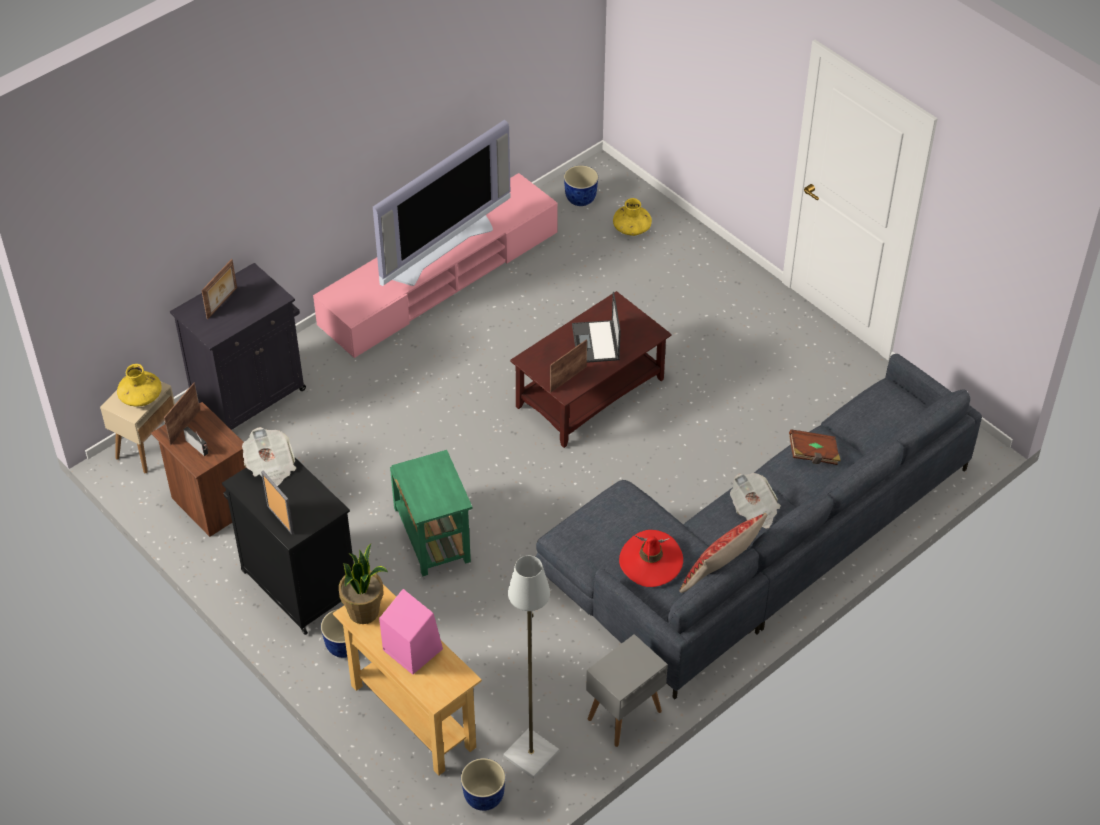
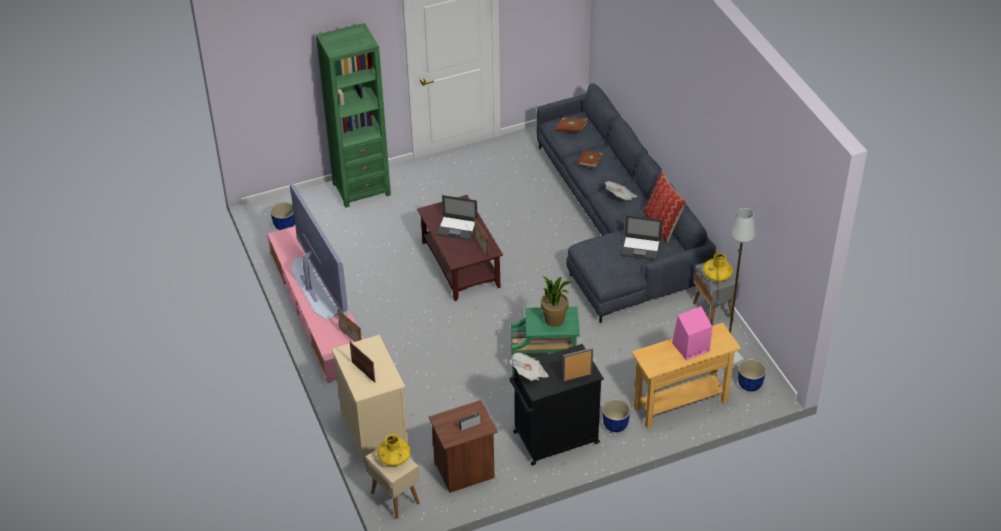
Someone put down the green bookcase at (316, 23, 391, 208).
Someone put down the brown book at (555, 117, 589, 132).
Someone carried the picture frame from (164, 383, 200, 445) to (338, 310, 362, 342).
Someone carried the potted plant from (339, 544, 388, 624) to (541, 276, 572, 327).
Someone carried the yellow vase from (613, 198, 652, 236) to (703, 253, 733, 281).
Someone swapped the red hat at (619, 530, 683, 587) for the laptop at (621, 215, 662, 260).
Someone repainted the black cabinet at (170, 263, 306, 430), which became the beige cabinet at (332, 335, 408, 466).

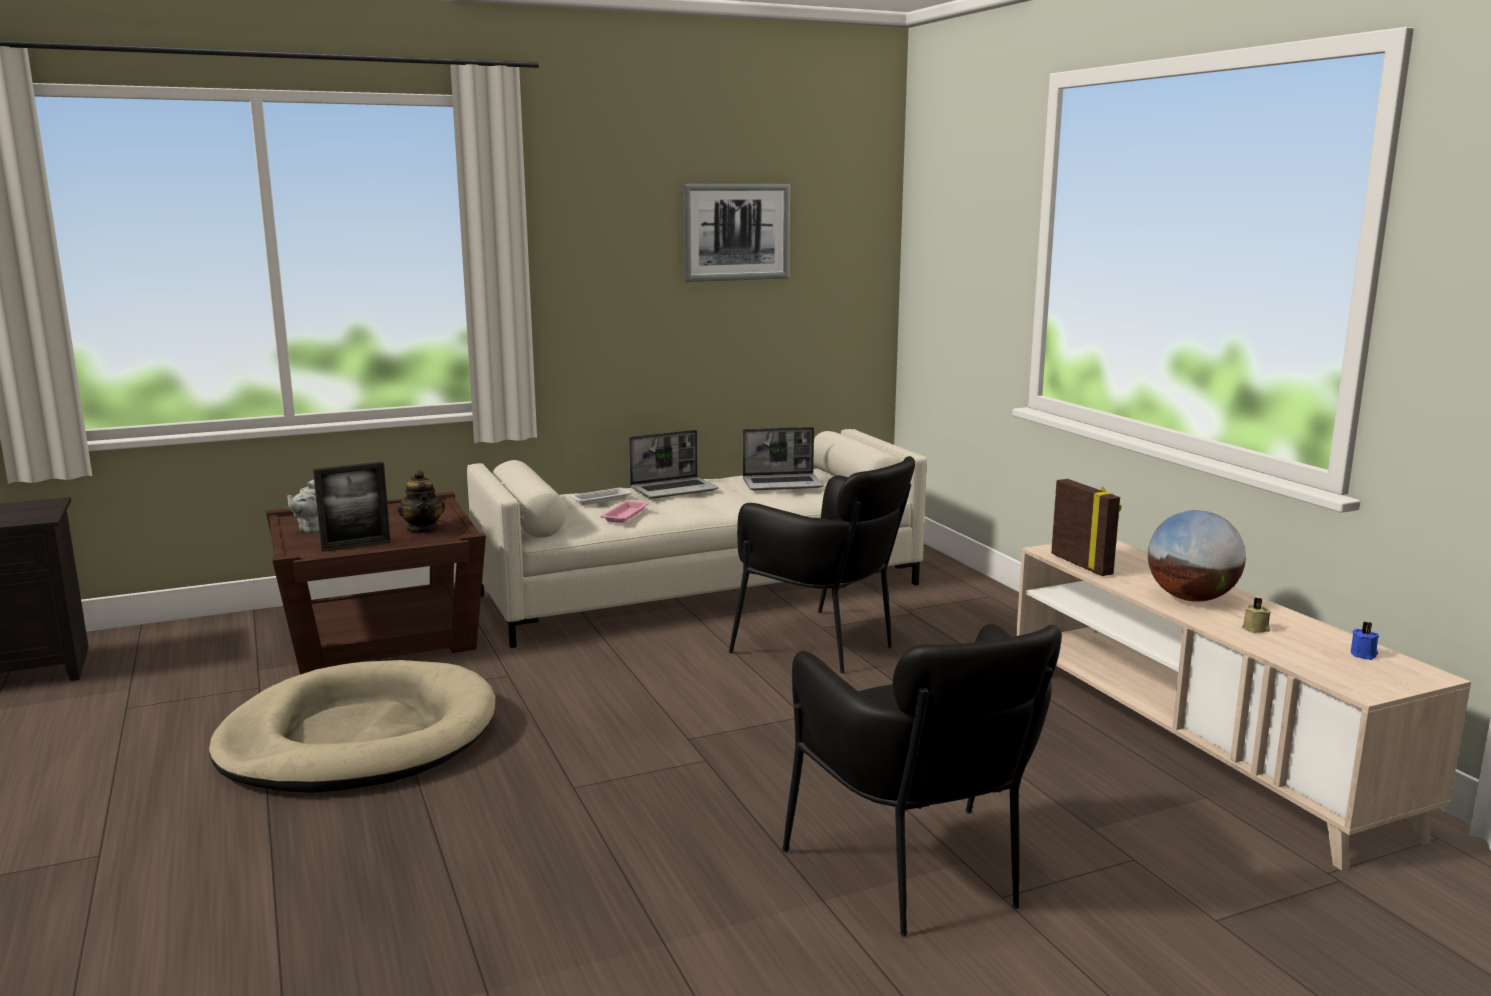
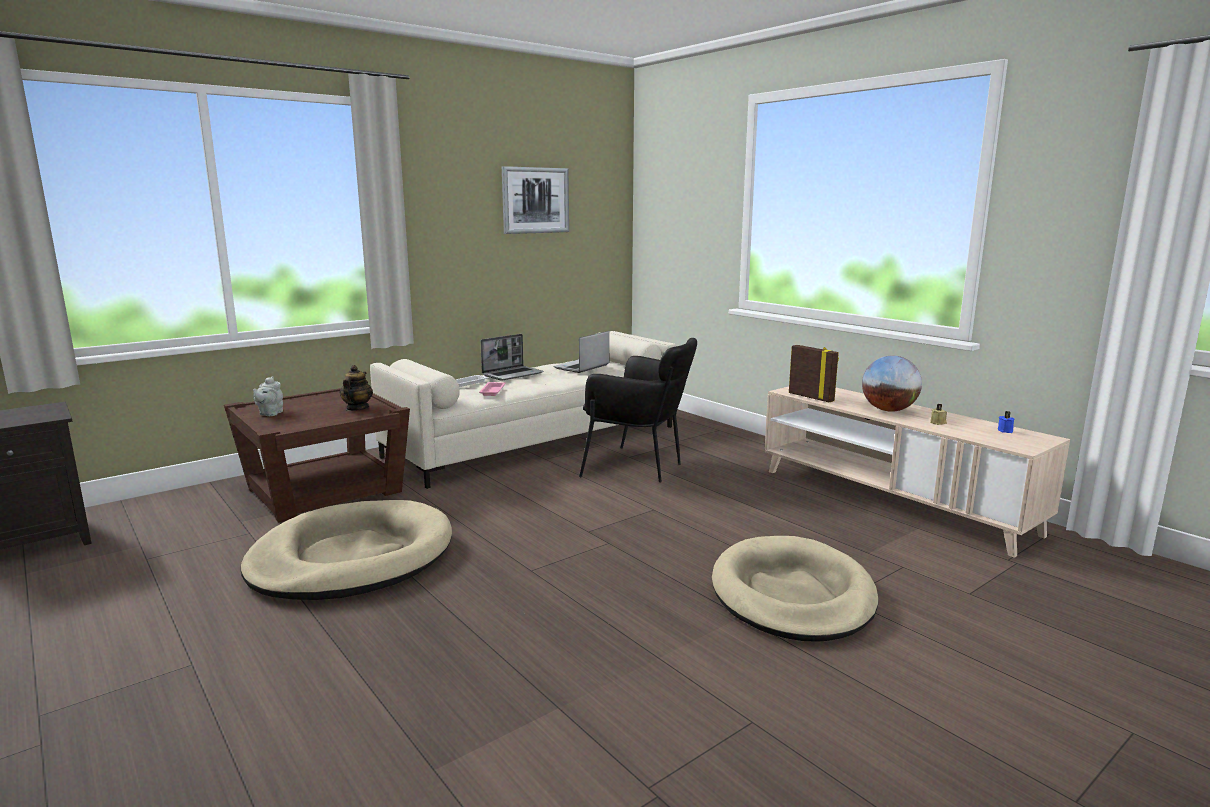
Someone took away the picture frame at (313, 461, 391, 552).
Someone swapped the black armchair at (782, 624, 1062, 937) for the beige dog bed at (712, 536, 878, 642).
Someone rotated the teapot at (397, 470, 445, 533) by 135 degrees counterclockwise.
Someone rotated the laptop at (743, 427, 823, 490) by 150 degrees clockwise.

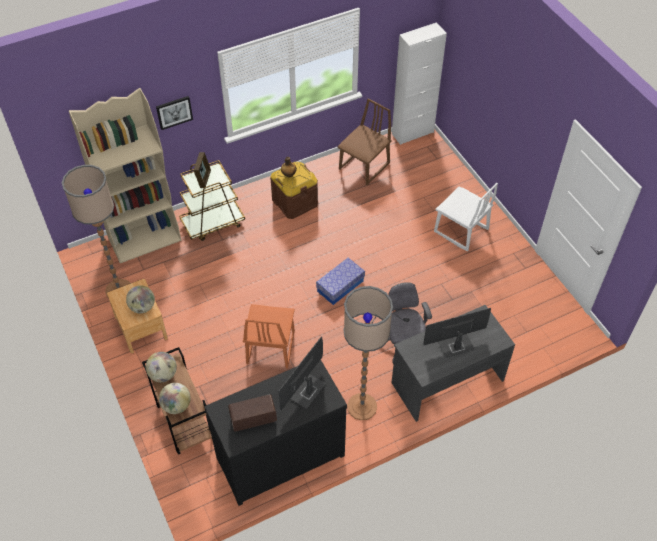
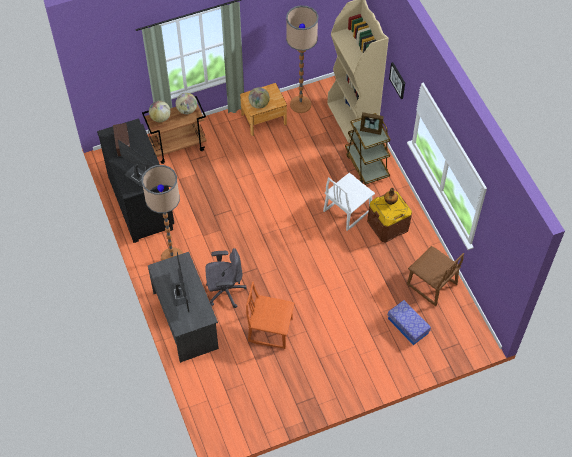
Someone took away the white cabinet at (392, 22, 447, 145).
Someone carried the orange chair from (243, 304, 295, 368) to (246, 282, 294, 349).
Someone carried the storage box from (316, 258, 365, 305) to (388, 300, 431, 345).
Someone carried the white chair from (434, 183, 498, 252) to (323, 173, 375, 231).

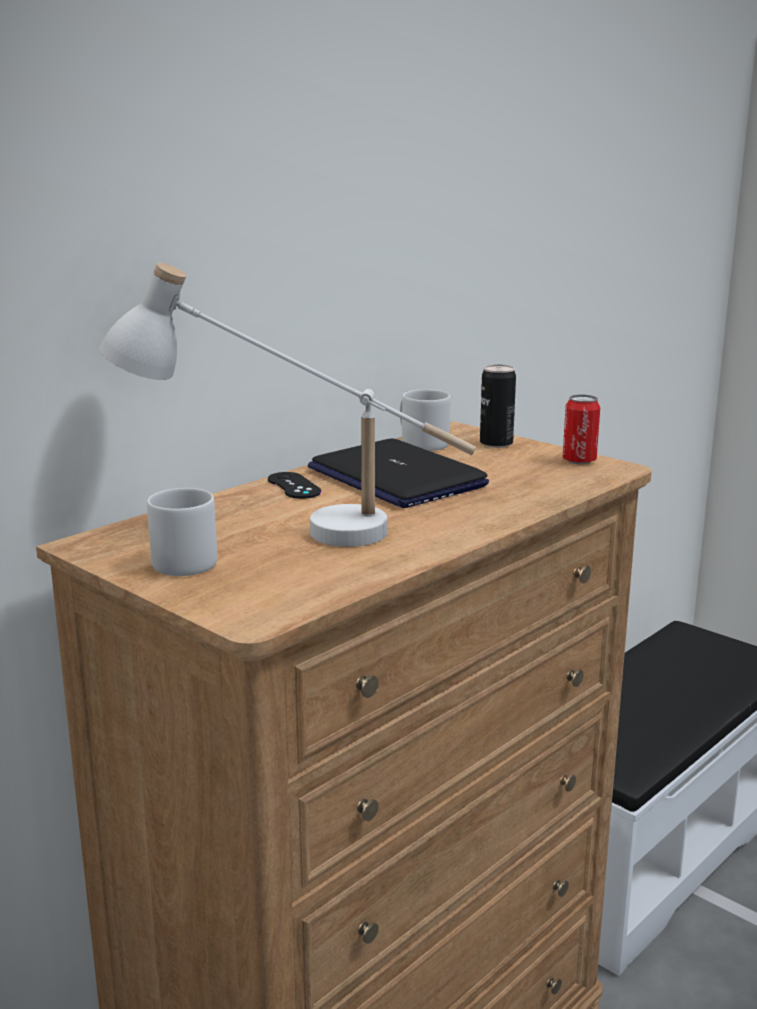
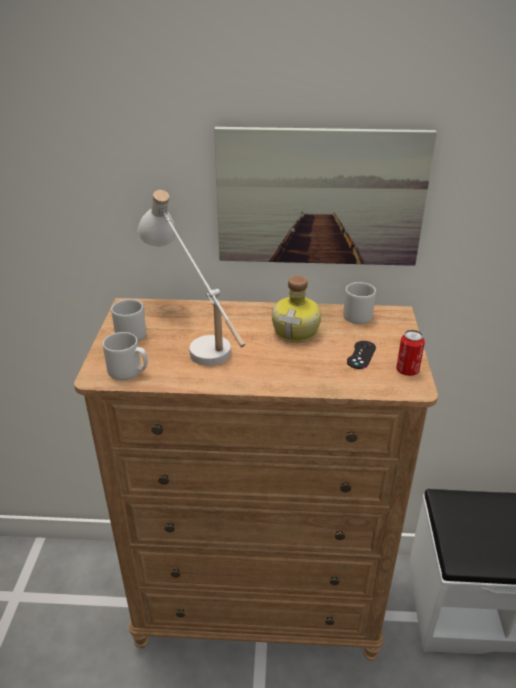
Someone took away the can at (480, 364, 516, 448).
Someone put down the grey mug at (103, 332, 148, 380).
Someone put up the picture at (214, 127, 437, 266).
Someone carried the black game controller from (268, 472, 321, 499) to (347, 341, 376, 369).
Someone swapped the laptop at (308, 438, 489, 508) for the bottle at (272, 276, 321, 342).

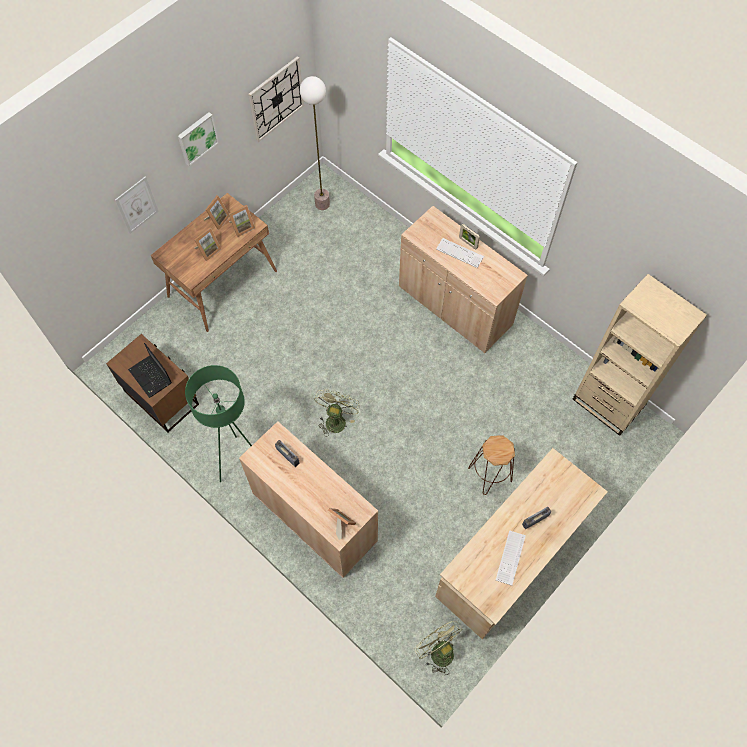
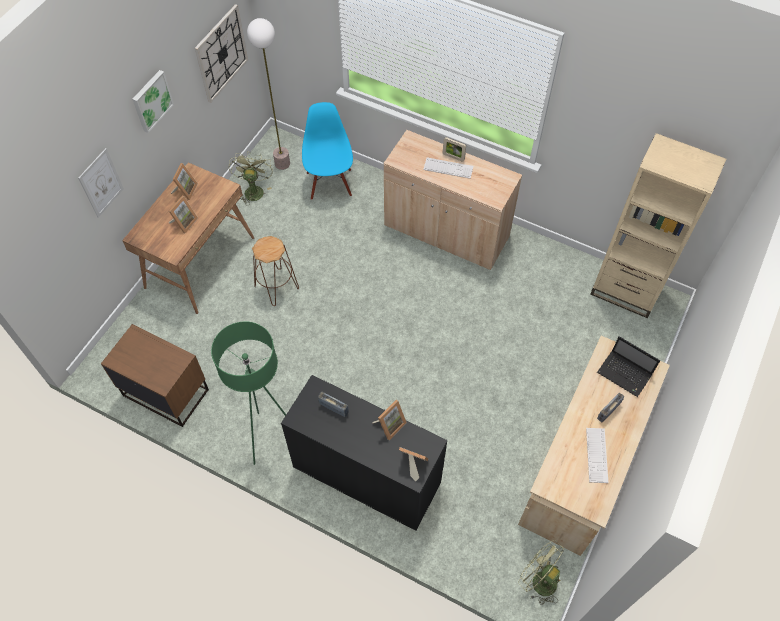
Someone put down the blue chair at (302, 102, 353, 200).
Someone carried the laptop from (128, 343, 172, 398) to (597, 336, 660, 397).
Someone carried the picture frame from (229, 205, 255, 237) to (372, 400, 407, 440).
Someone carried the green fan from (314, 389, 360, 437) to (229, 152, 273, 206).
Someone carried the brown stool from (468, 435, 515, 495) to (252, 236, 299, 306).
Someone repainted the beige cabinet at (239, 421, 378, 578), which became the black cabinet at (281, 375, 447, 531).

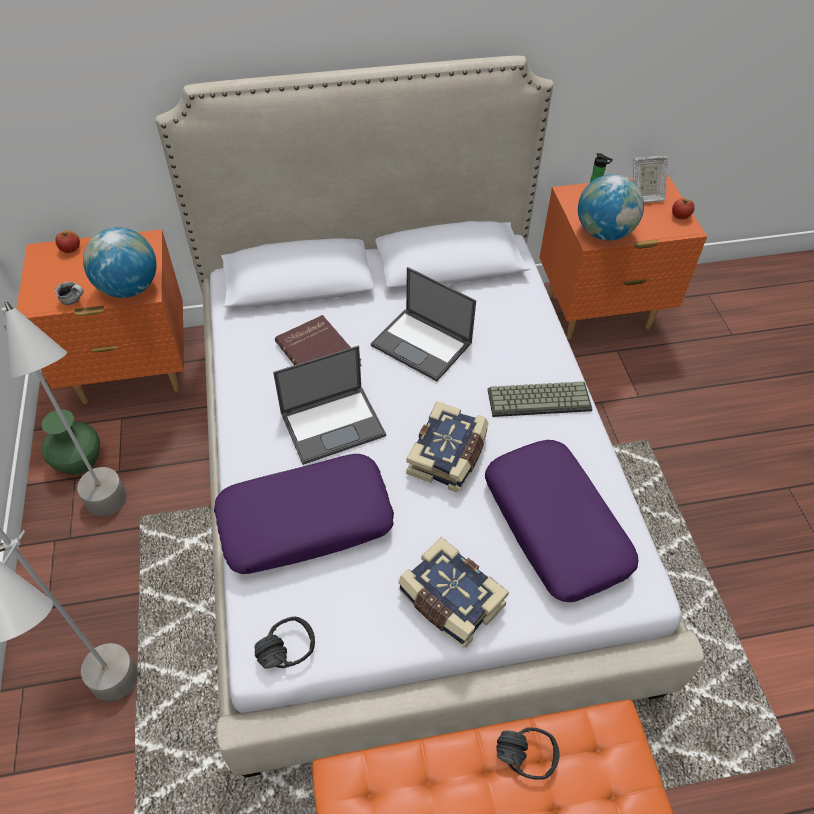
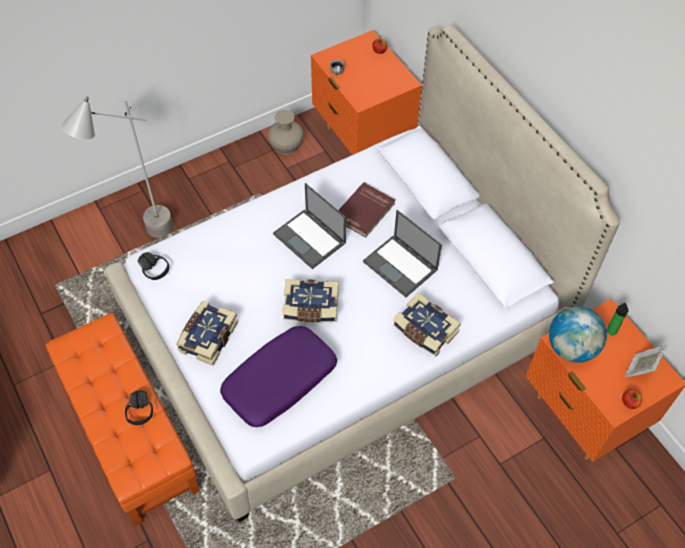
Someone took away the grey floor lamp at (2, 302, 127, 516).
Someone took away the globe at (83, 227, 157, 298).
Someone took away the purple pillow at (214, 454, 394, 574).
Someone took away the keyboard at (488, 381, 593, 417).
Someone put down the book at (393, 293, 461, 356).
Someone repainted the green vase at (41, 409, 100, 475), which became the beige vase at (268, 110, 304, 155).
Someone rotated the laptop at (371, 267, 476, 381) by 60 degrees counterclockwise.
Someone rotated the picture frame at (633, 156, 668, 203) by 60 degrees clockwise.

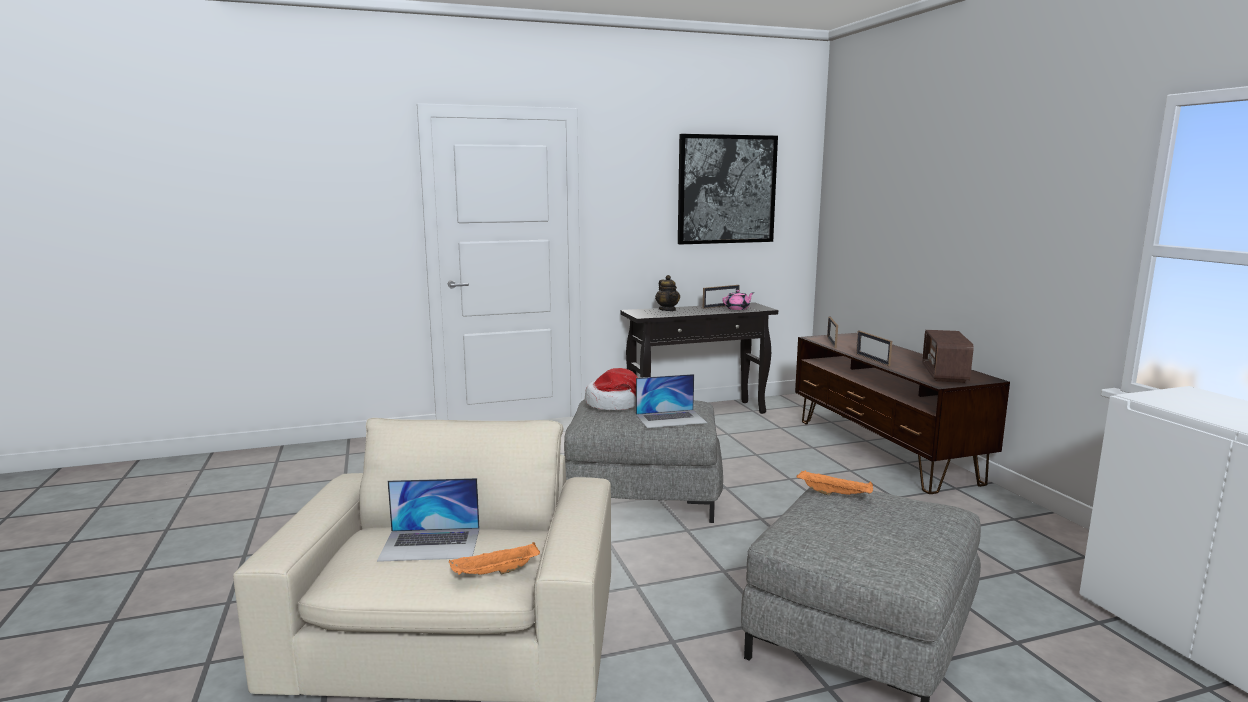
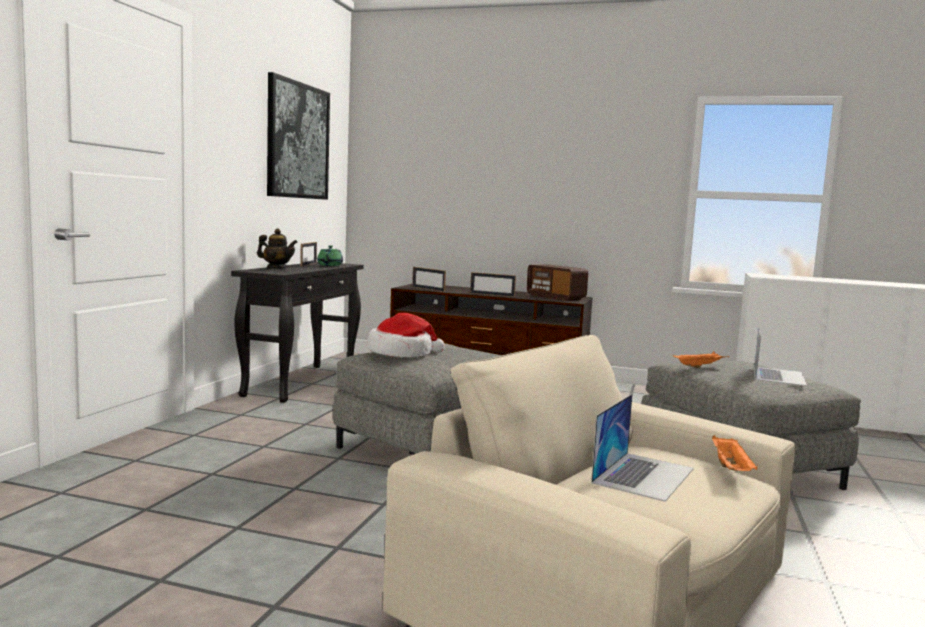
Someone carried the laptop from (636, 374, 707, 428) to (754, 329, 807, 386).
Someone repainted the pink teapot at (722, 290, 754, 310), which became the green teapot at (317, 245, 343, 266).

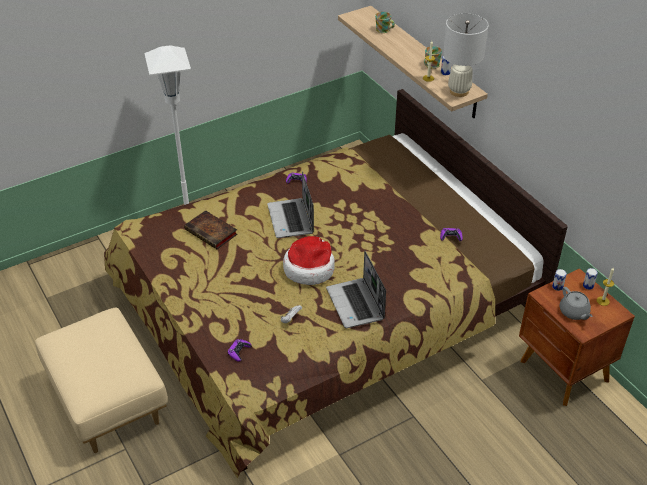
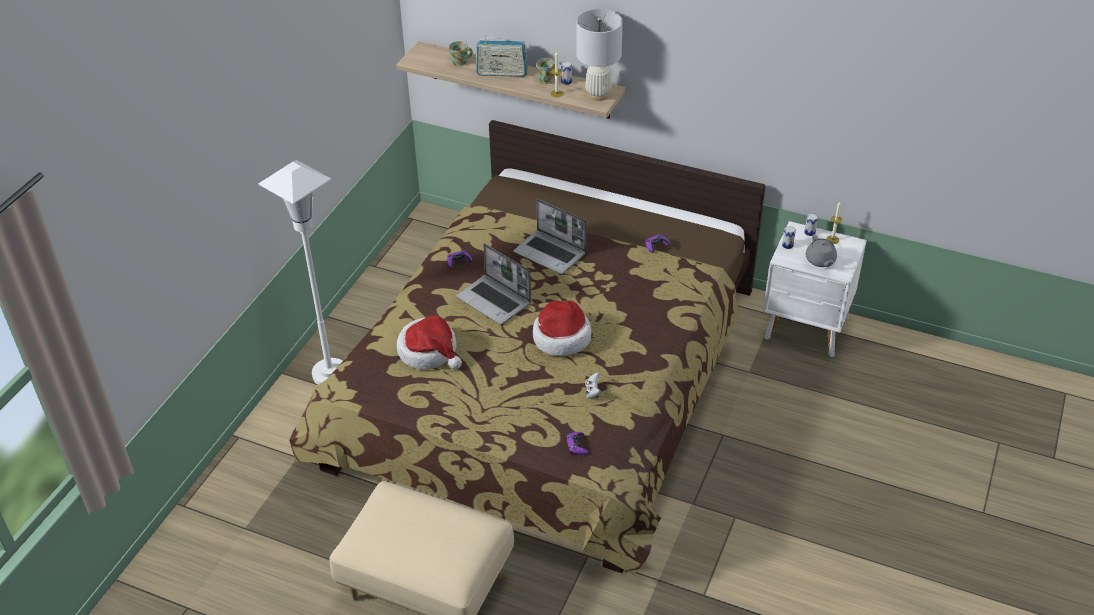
Someone put down the radio at (476, 35, 528, 77).
Someone carried the laptop from (326, 251, 386, 328) to (513, 199, 587, 274).
Someone swapped the book at (184, 210, 238, 249) for the hat at (397, 316, 462, 370).
Someone repainted the brown nightstand at (519, 268, 635, 406), which became the white nightstand at (763, 221, 867, 357).
Someone rotated the grey teapot at (560, 287, 593, 320) by 45 degrees clockwise.

